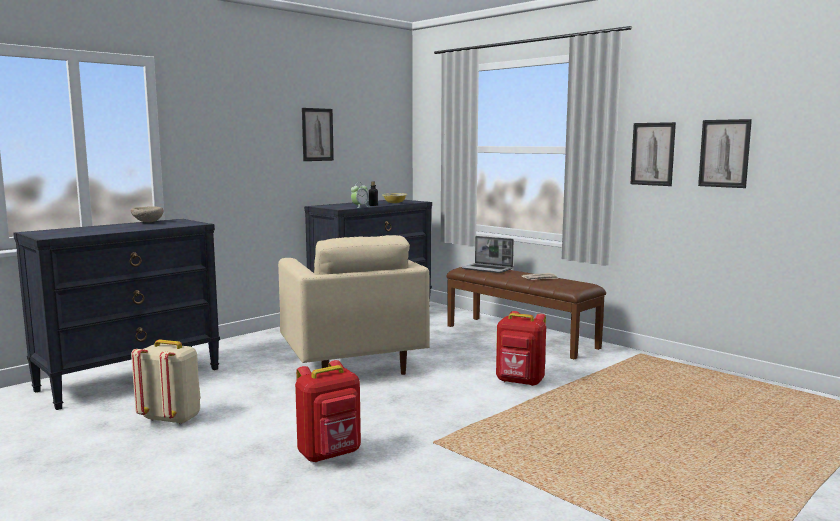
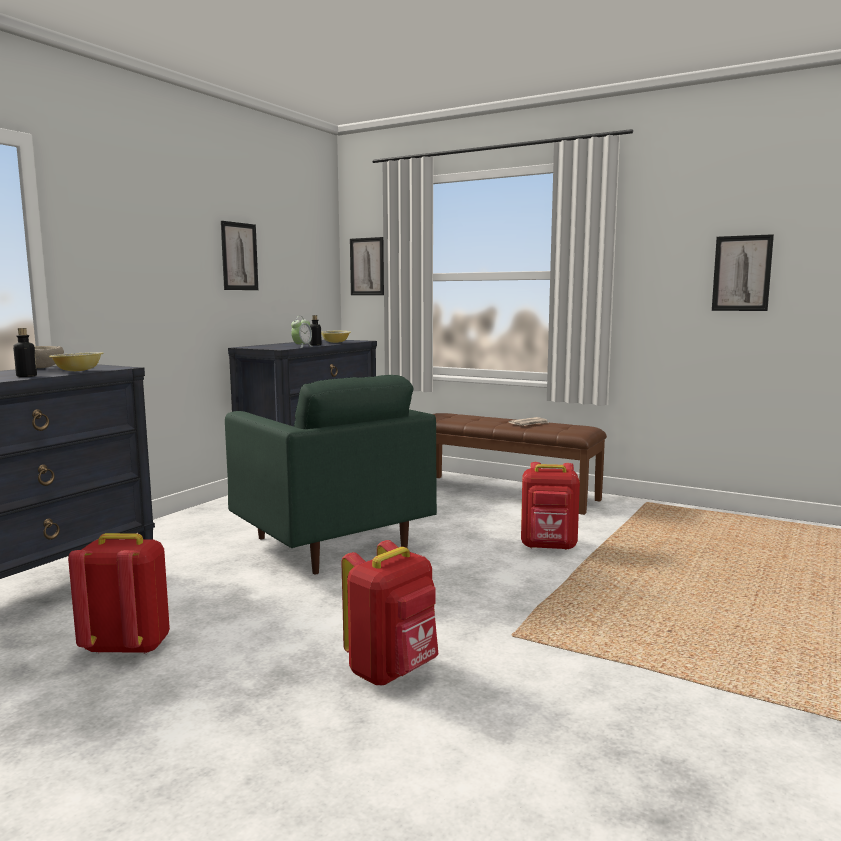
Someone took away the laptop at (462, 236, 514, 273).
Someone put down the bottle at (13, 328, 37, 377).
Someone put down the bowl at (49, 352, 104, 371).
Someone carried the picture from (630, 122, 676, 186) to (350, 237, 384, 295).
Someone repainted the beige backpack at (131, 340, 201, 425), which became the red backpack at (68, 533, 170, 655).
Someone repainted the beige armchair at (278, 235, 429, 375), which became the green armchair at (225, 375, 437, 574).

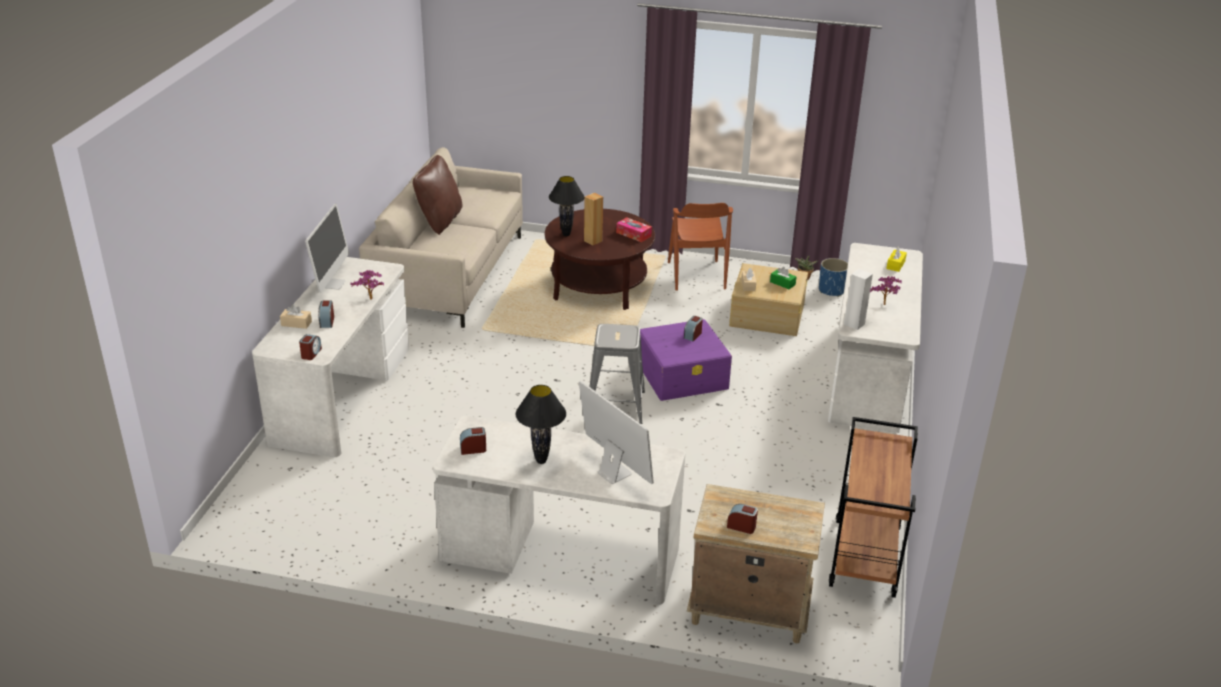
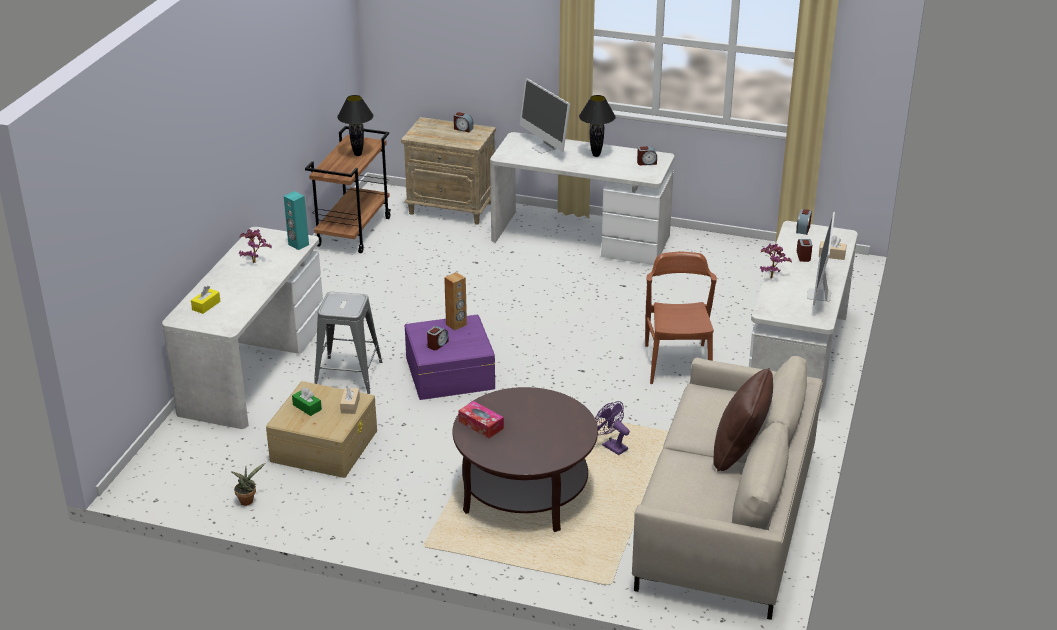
Someone took away the blue planter at (819, 258, 848, 297).
Someone put down the purple fan at (595, 401, 630, 455).
Someone carried the black table lamp from (549, 176, 584, 236) to (337, 95, 373, 156).
Someone carried the brown speaker from (584, 193, 603, 246) to (444, 272, 467, 330).
Someone carried the grey stool from (589, 324, 645, 424) to (314, 292, 382, 394).
Someone carried the brown chair from (668, 203, 733, 291) to (645, 252, 717, 384).
Someone repainted the white speaker at (844, 269, 873, 330), which became the turquoise speaker at (284, 191, 309, 250).

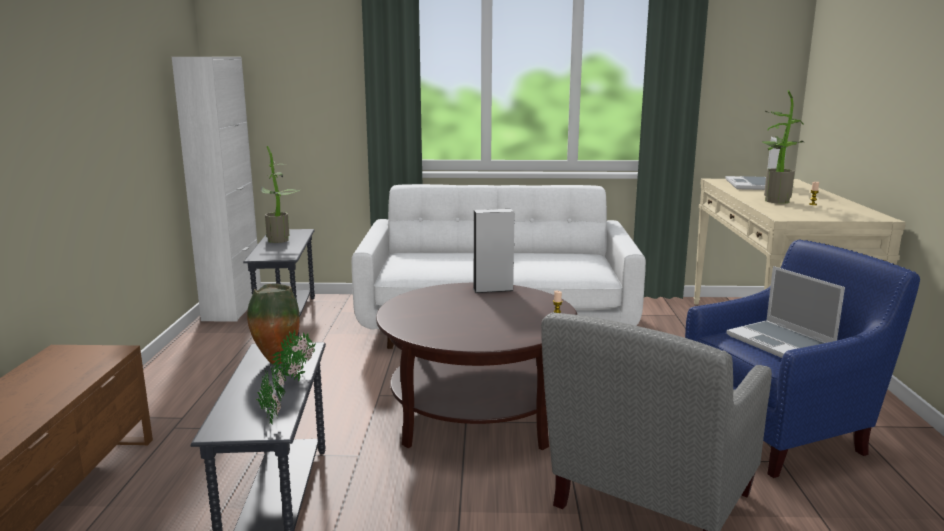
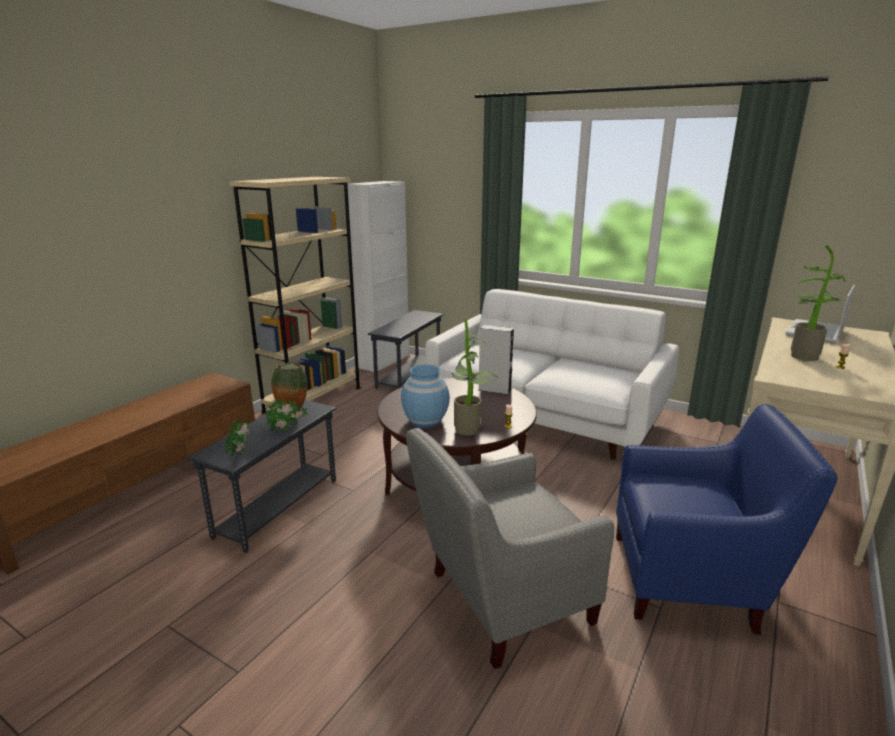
Someone took away the laptop at (726, 266, 845, 358).
Someone put down the beige bookcase at (229, 177, 361, 414).
Someone put down the blue vase at (401, 364, 450, 428).
Someone carried the potted plant from (261, 146, 299, 243) to (451, 319, 498, 436).

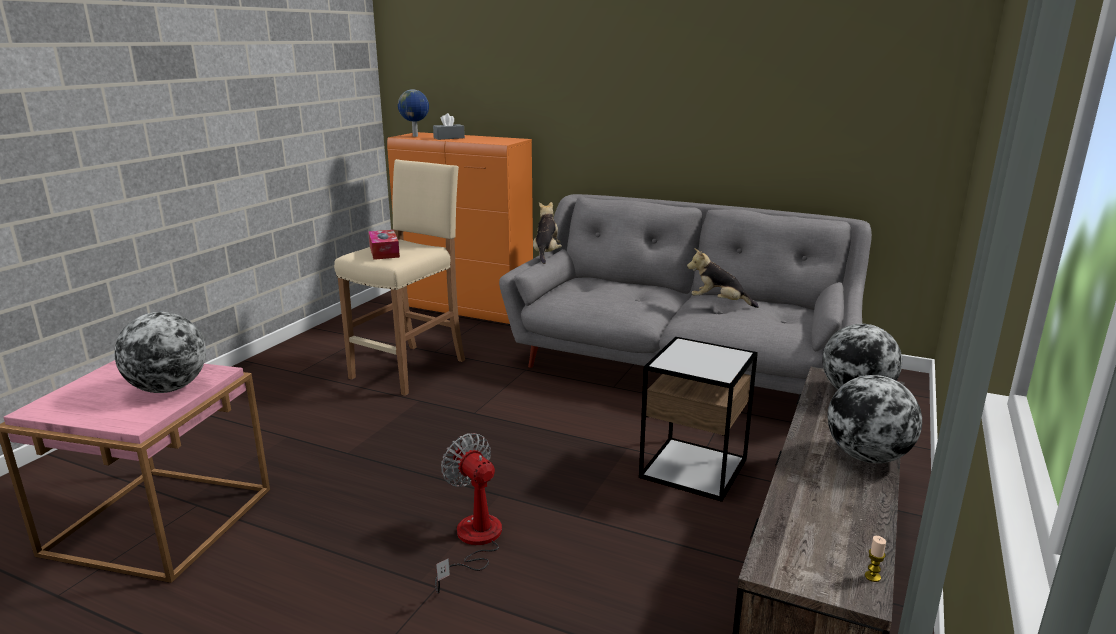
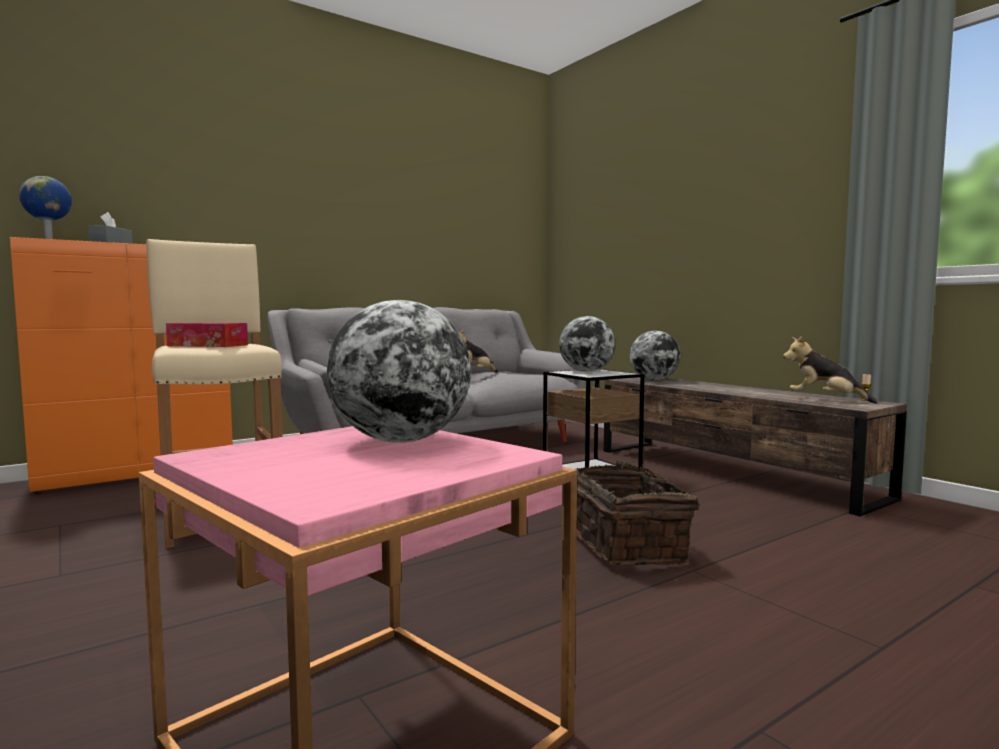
Someone carried the plush toy from (533, 202, 562, 264) to (783, 336, 878, 404).
Someone carried the globe from (828, 375, 922, 463) to (559, 316, 615, 372).
Someone swapped the fan at (435, 433, 502, 594) for the basket at (576, 461, 699, 565).

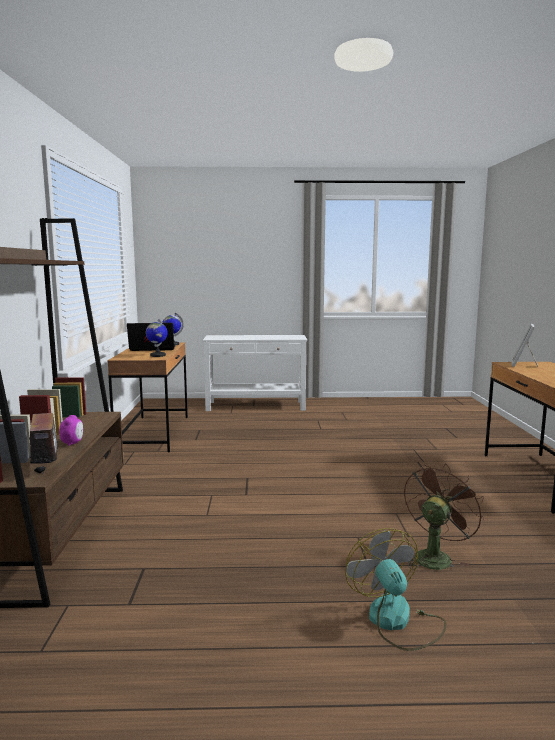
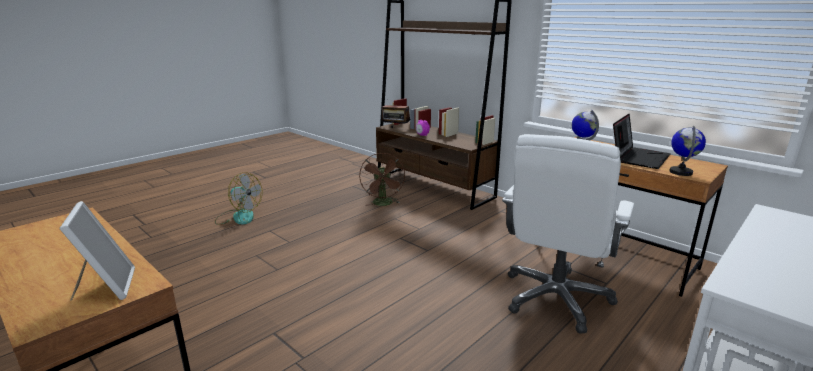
Someone put down the white office chair at (502, 134, 634, 334).
Someone carried the brown fan from (404, 463, 484, 570) to (359, 153, 405, 206).

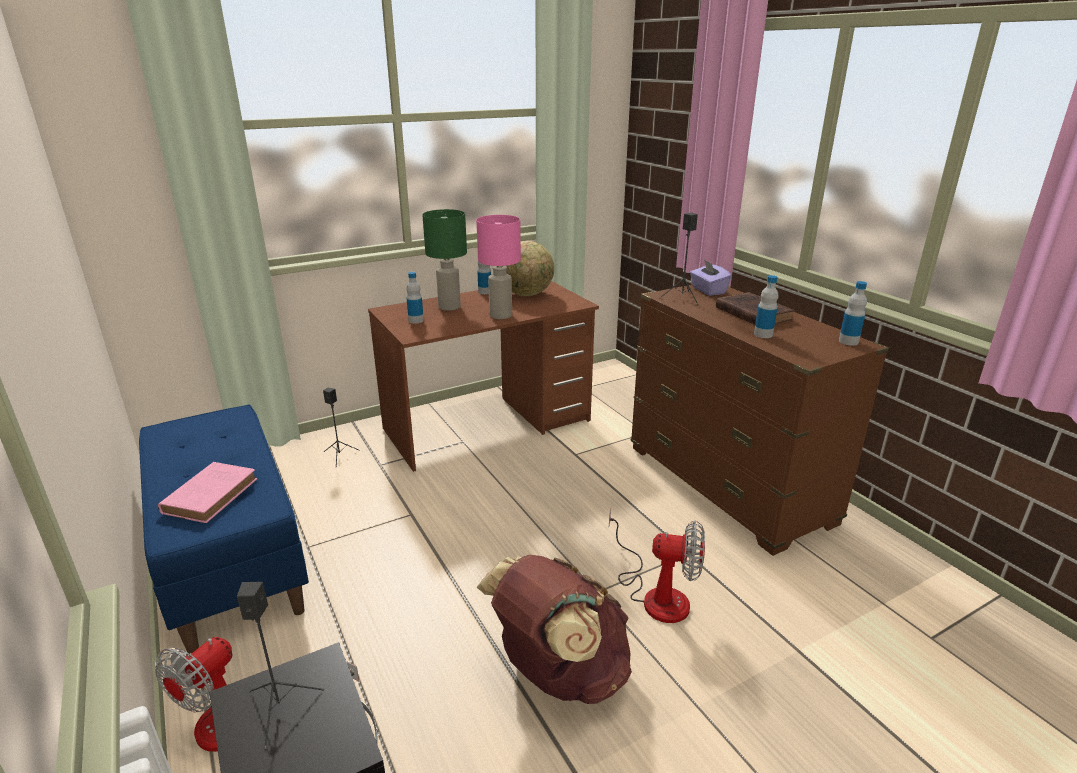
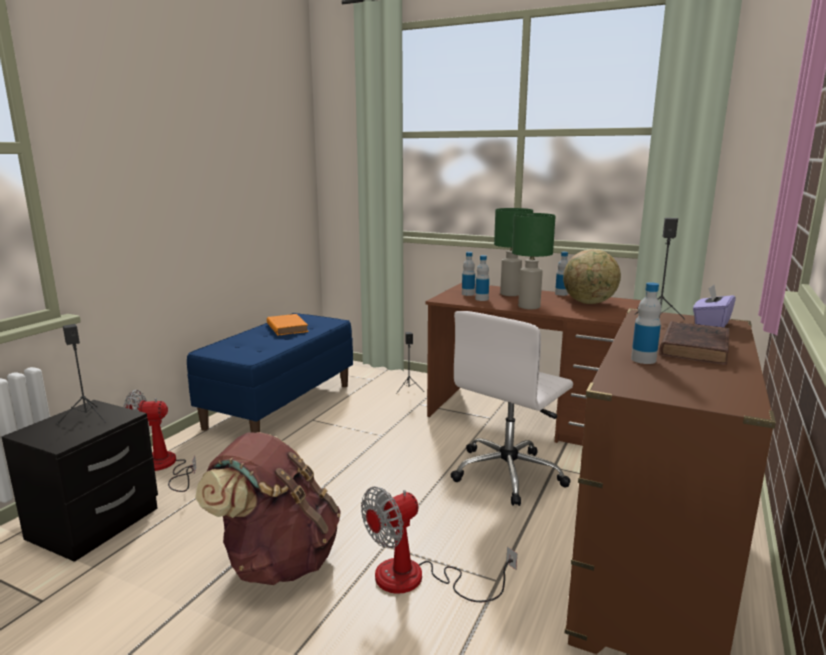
Someone took away the pink book at (158, 462, 257, 523).
Someone put down the orange book at (267, 314, 309, 336).
Someone put down the white office chair at (450, 311, 573, 506).
Someone carried the bottle from (839, 281, 867, 346) to (475, 255, 489, 301).
Someone repainted the pink table lamp at (476, 215, 521, 319), which became the green table lamp at (512, 213, 556, 309).
Someone rotated the fan at (609, 508, 705, 623) by 75 degrees clockwise.

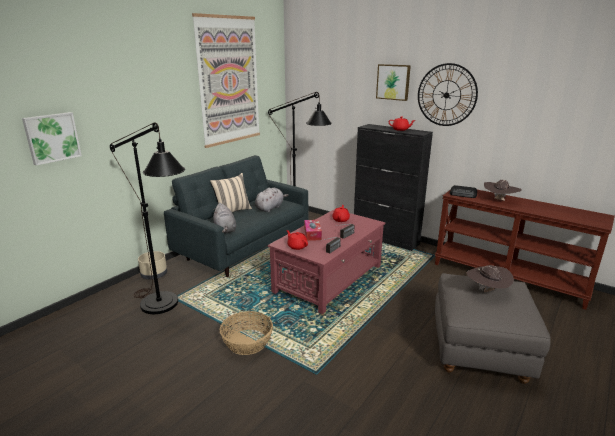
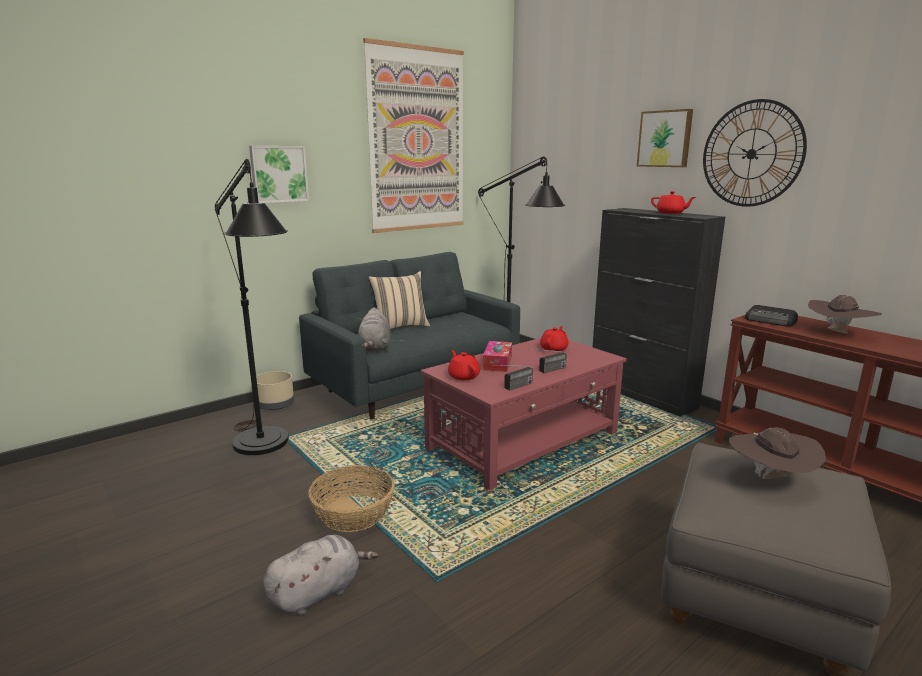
Someone carried the picture from (22, 112, 82, 165) to (249, 146, 309, 203).
Someone carried the grey plush toy from (255, 188, 288, 212) to (263, 535, 378, 615).

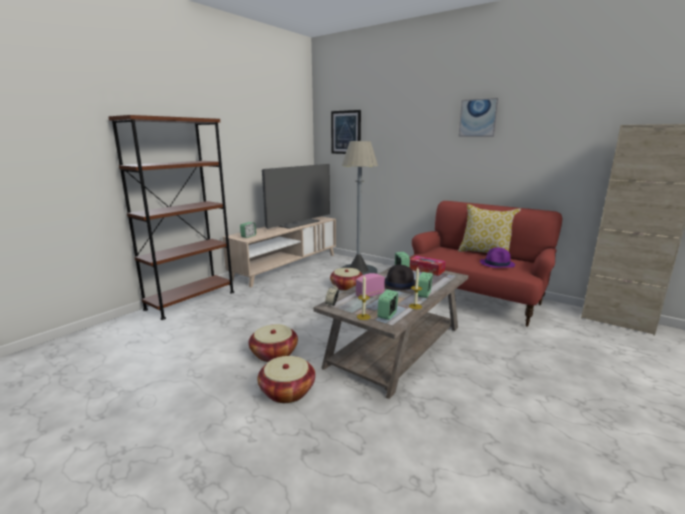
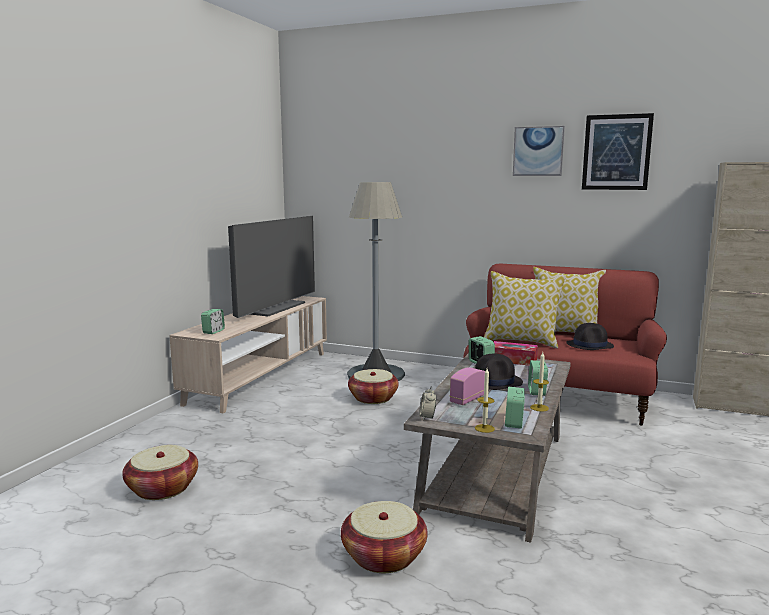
Someone took away the brown bookcase at (108, 115, 234, 320).
Someone put down the pillow at (484, 271, 566, 348).
Someone carried the basket from (249, 324, 298, 362) to (122, 445, 198, 500).
Someone carried the picture from (331, 110, 361, 154) to (582, 113, 654, 190).
Someone repainted the purple hat at (480, 247, 515, 268), which became the black hat at (566, 323, 614, 350).

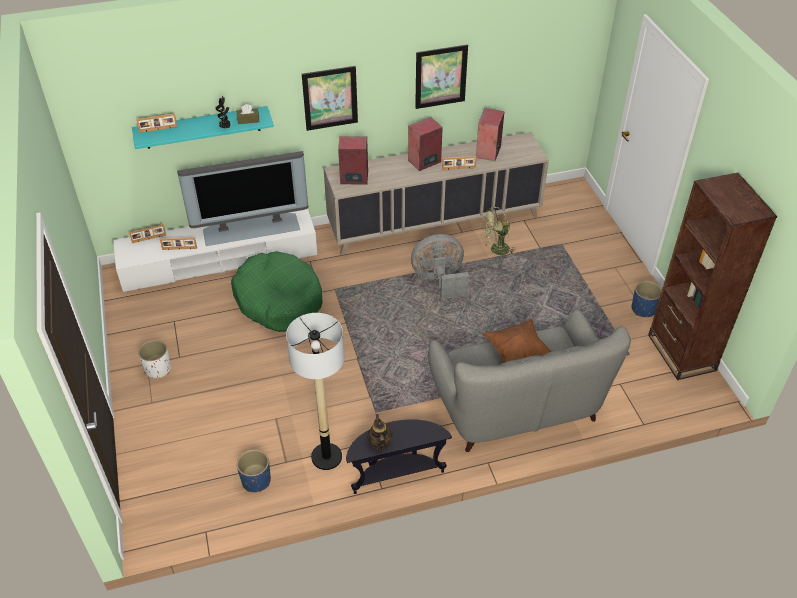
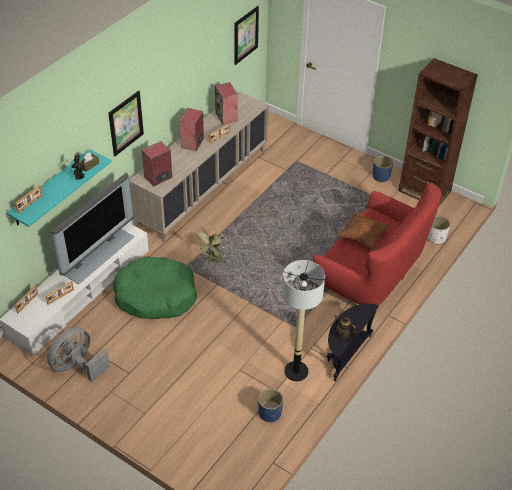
Someone carried the white planter from (138, 340, 171, 378) to (427, 216, 450, 244).
Someone carried the grey fan from (411, 234, 469, 299) to (47, 327, 110, 382).
Someone carried the picture from (415, 44, 468, 109) to (234, 6, 259, 65).
Someone carried the green fan from (480, 207, 516, 259) to (194, 227, 229, 263).
Someone repainted the grey sofa at (428, 309, 631, 452), which became the red sofa at (313, 183, 441, 306).

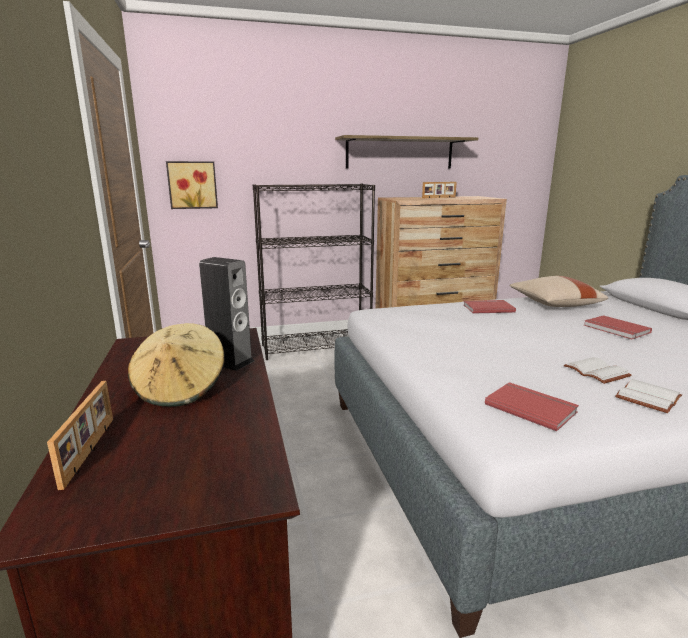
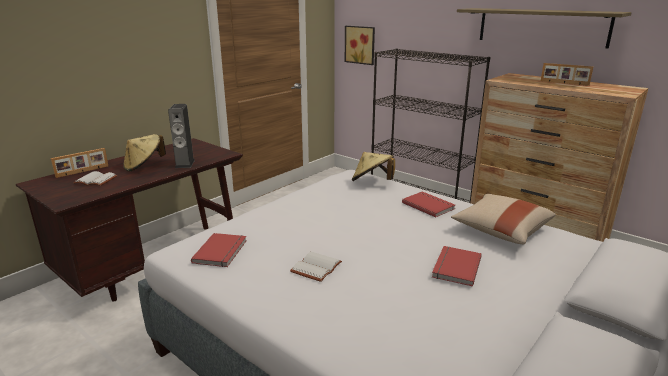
Someone put down the beige hat at (352, 152, 395, 181).
Someone carried the white book from (615, 379, 682, 413) to (73, 171, 118, 186).

